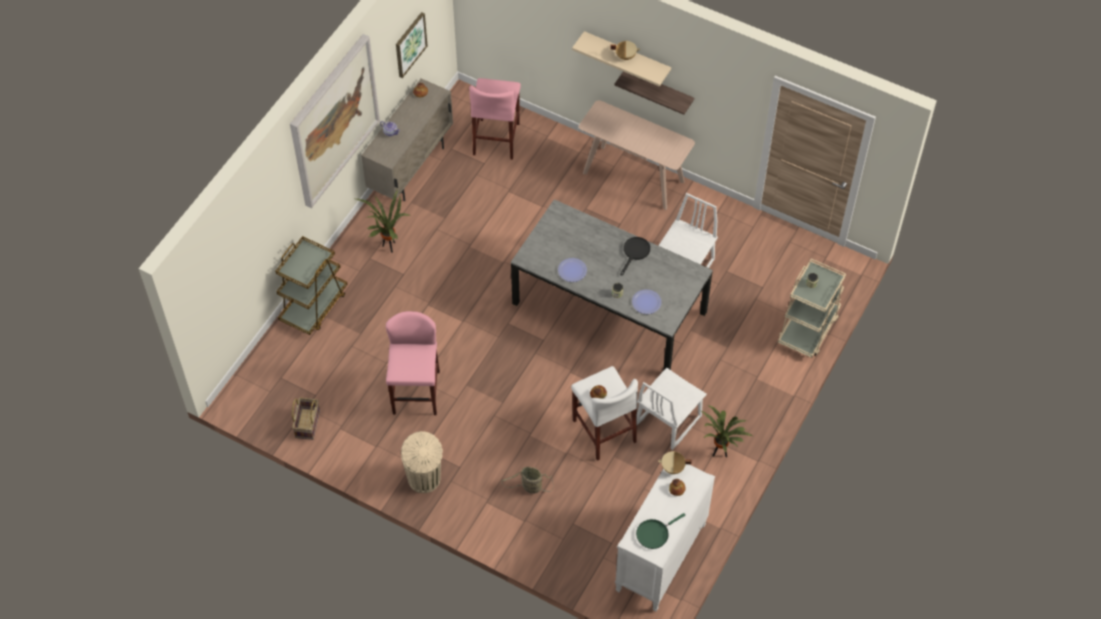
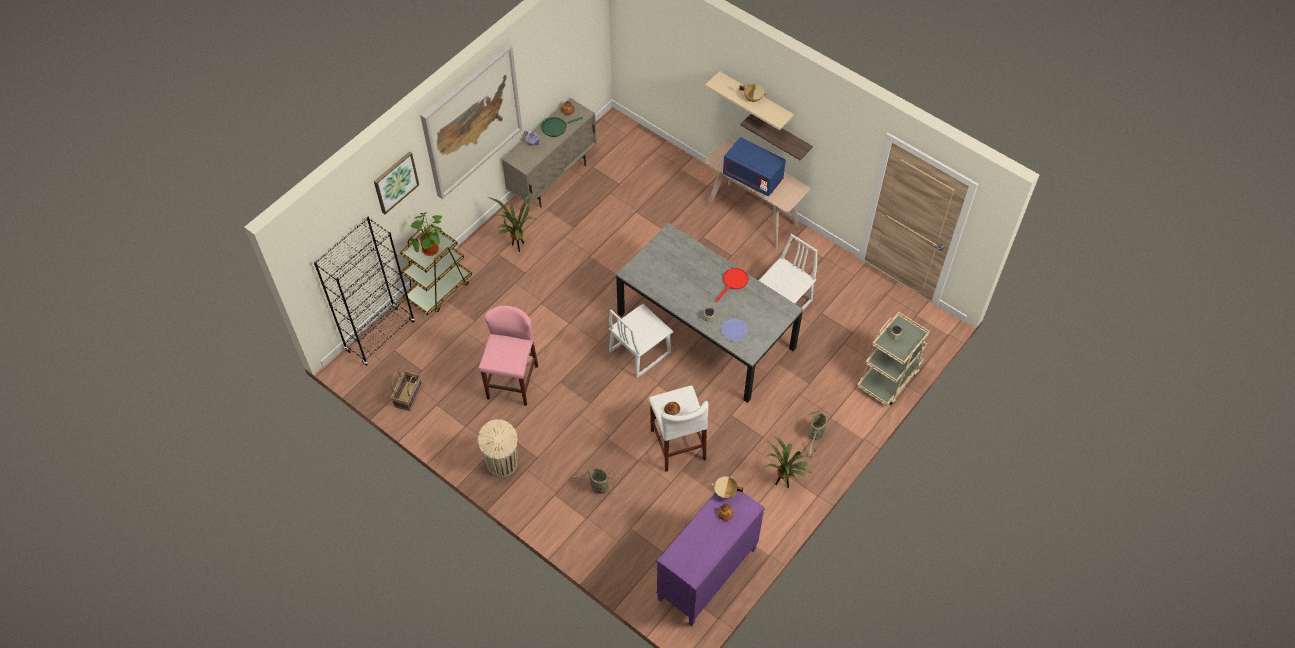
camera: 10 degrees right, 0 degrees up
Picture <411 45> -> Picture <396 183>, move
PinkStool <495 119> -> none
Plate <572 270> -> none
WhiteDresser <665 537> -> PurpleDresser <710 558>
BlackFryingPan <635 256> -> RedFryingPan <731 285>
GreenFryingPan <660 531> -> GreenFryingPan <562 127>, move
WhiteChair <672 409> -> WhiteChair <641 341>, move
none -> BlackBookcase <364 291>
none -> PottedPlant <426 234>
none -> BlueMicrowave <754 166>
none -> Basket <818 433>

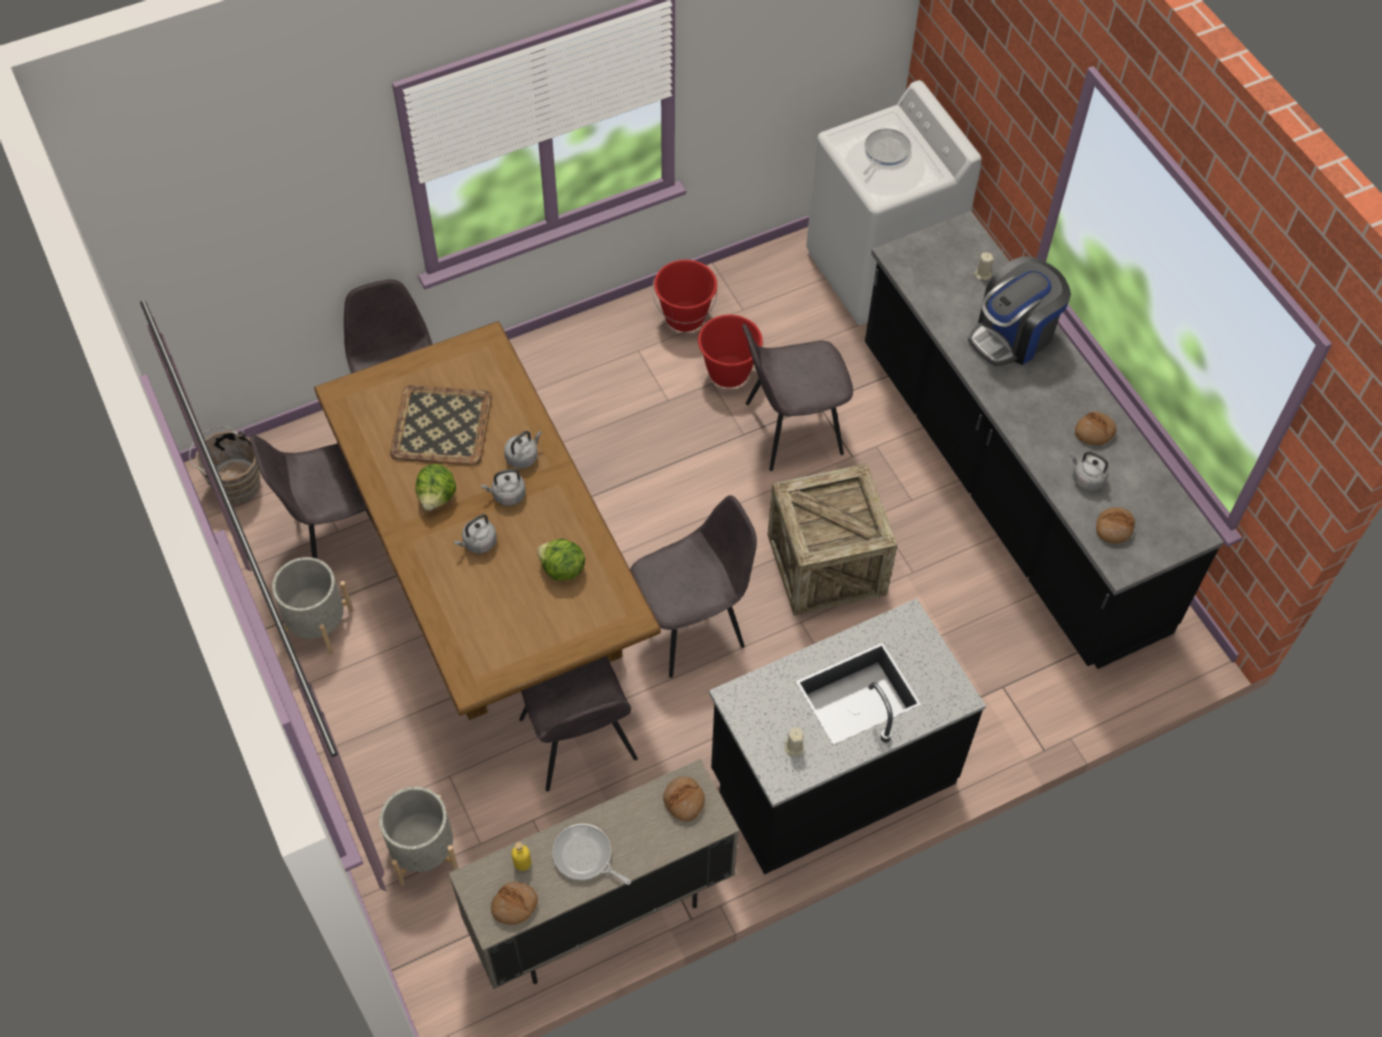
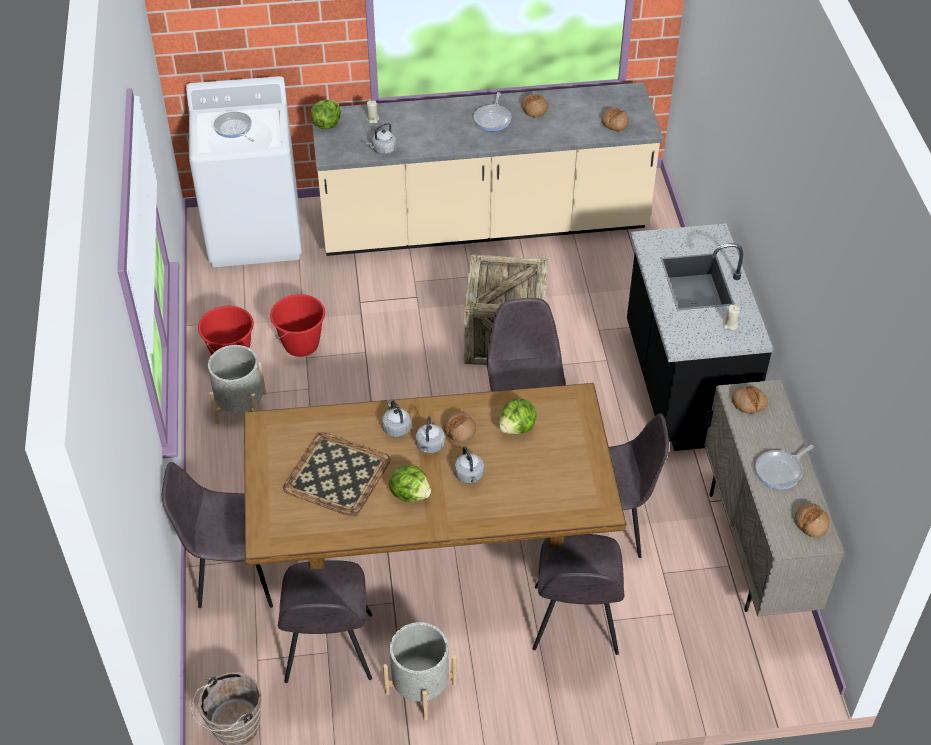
camera: 70 degrees left, 10 degrees down
GreyPlanter <418 836> -> GreyPlanter <237 384>, move
YellowBottle <521 856> -> none
GreyChair <797 397> -> GreyChair <579 594>, move
BlackCounter <1044 440> -> BeigeCounter <487 169>
CoffeeMachine <1019 311> -> none
GreyKettle <1089 471> -> GreyKettle <381 139>, move
none -> Lettuce <326 115>
none -> Bread <459 427>
none -> FryingPan <492 111>

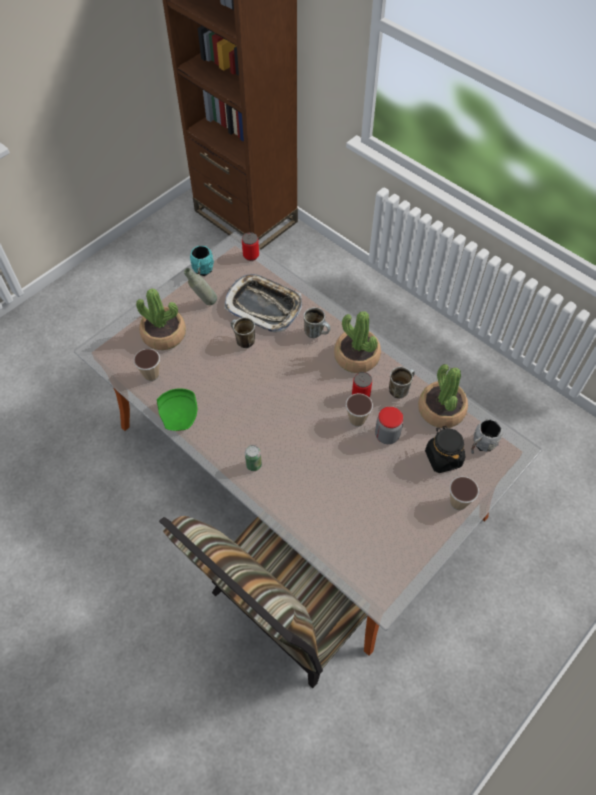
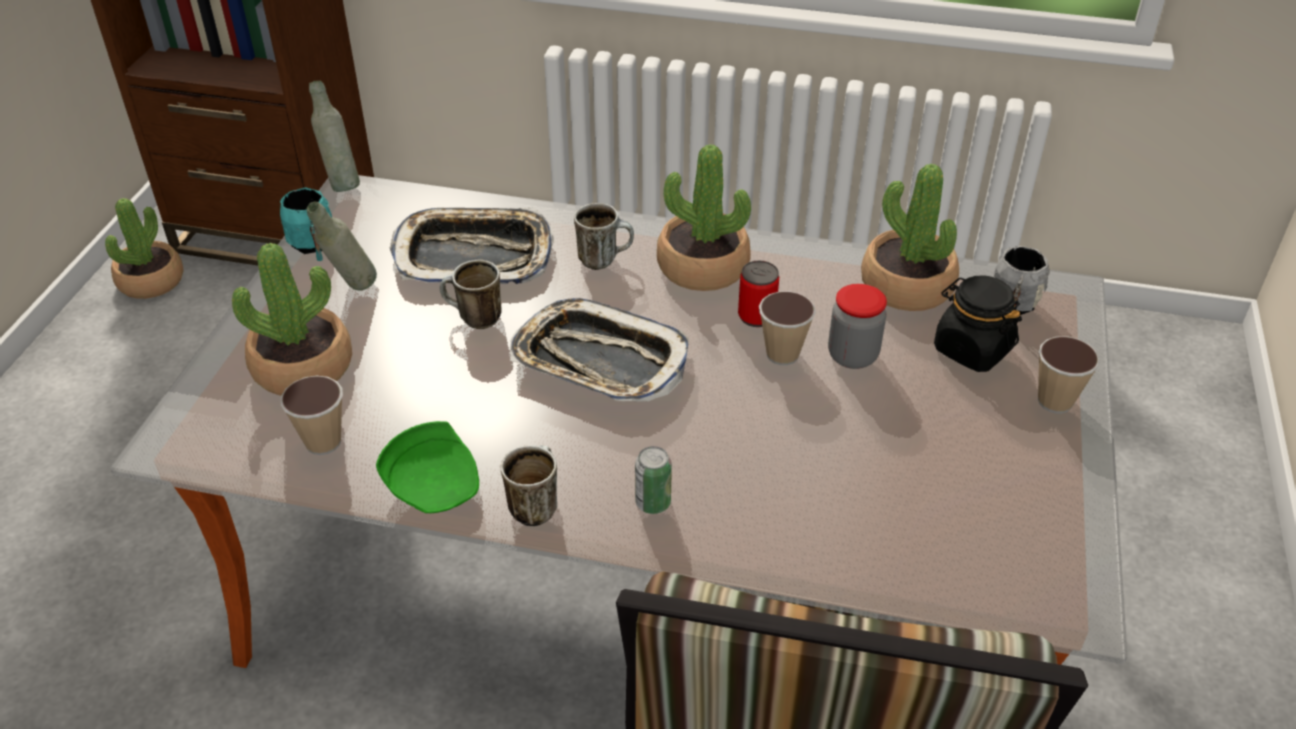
camera: 30 degrees left, 15 degrees down
Can <250 246> -> none
Mug <402 382> -> Mug <529 485>, move
none -> PottedPlant <144 248>
none -> GreyBottle <334 136>
none -> Tray <599 350>

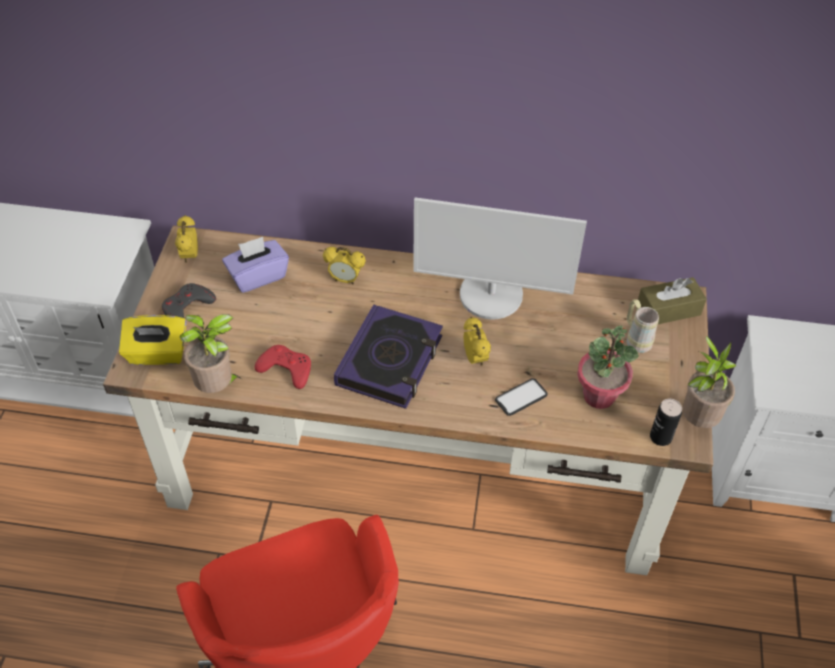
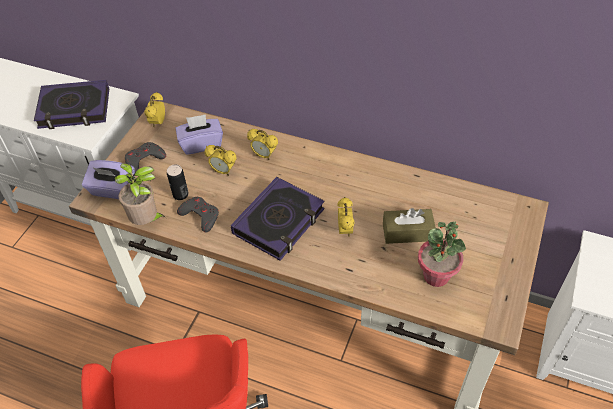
camera: 15 degrees right, 0 degrees up
YellowTissueBox <152 340> -> PurpleTissueBox <108 179>
RedGameController <283 367> -> GreyGameController <198 214>
Monitor <500 258> -> none
Phone <521 397> -> none
BeigeMug <643 326> -> none
BrownTissueBox <672 300> -> BrownTissueBox <409 226>, move
Can <666 422> -> Can <178 182>, move
PottedPlant <710 382> -> none
none -> Book <71 104>
none -> AlarmClock <221 160>

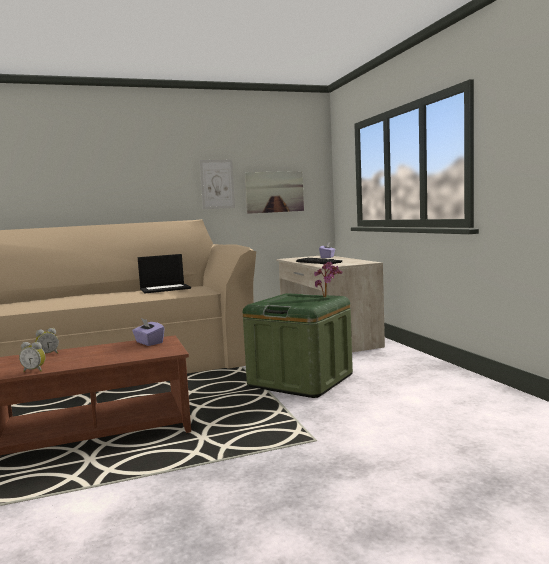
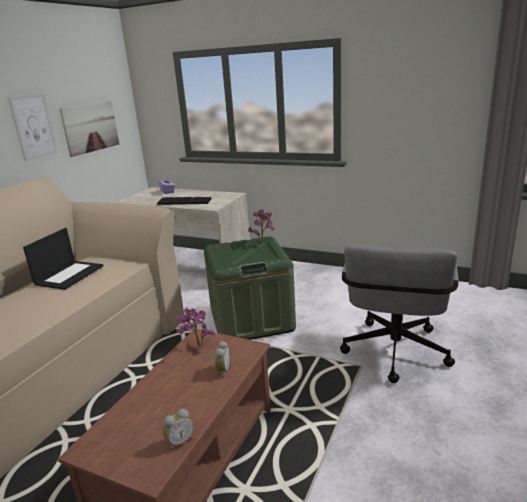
camera: 45 degrees left, 15 degrees up
AlarmClock <47 341> -> AlarmClock <222 359>, move
PurpleTissueBox <148 332> -> PottedPlant <196 327>
none -> GreyOfficeChair <399 314>

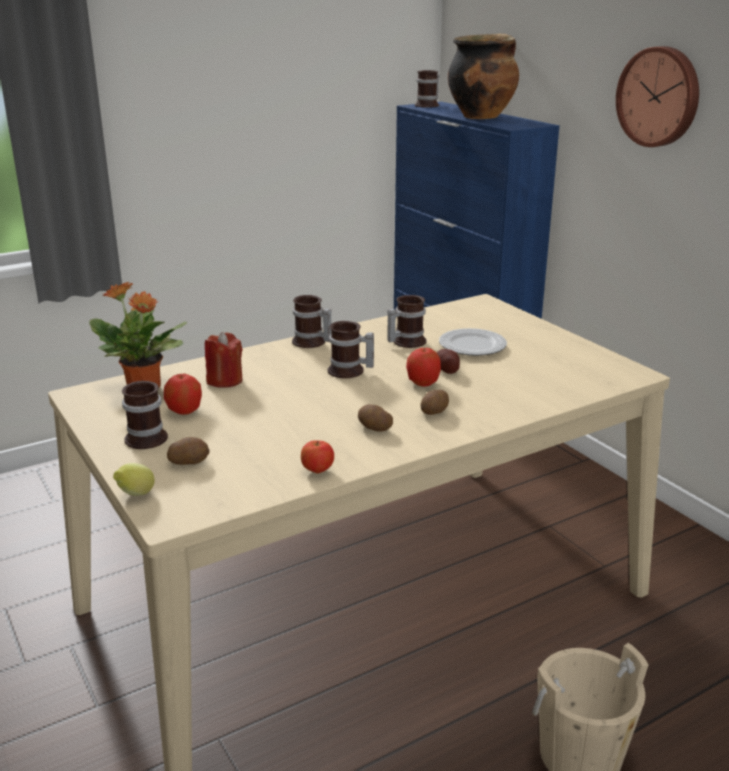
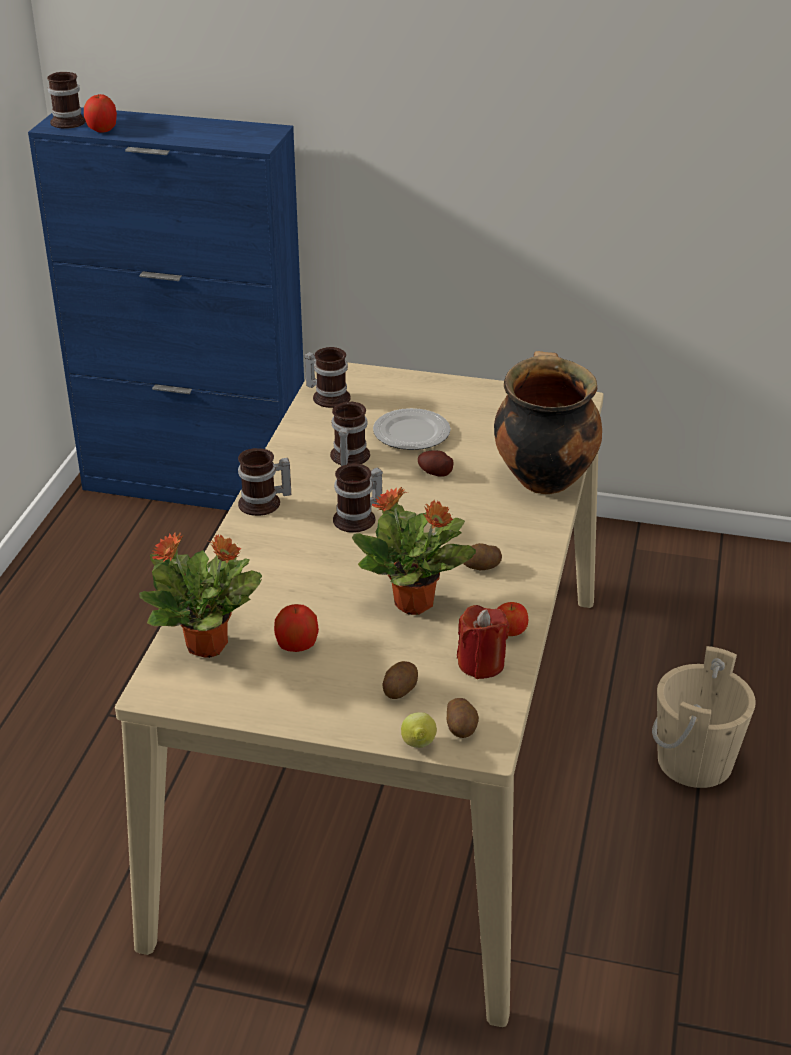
camera: 45 degrees left, 10 degrees up
Mug <145 415> -> Mug <328 377>, move
RedCandle <224 360> -> RedCandle <483 642>, move
Apple <423 367> -> Apple <100 113>, move
Potato <435 402> -> Potato <463 718>, move
CookingPot <483 76> -> CookingPot <548 423>, move
WallClock <657 96> -> none
none -> PottedPlant <414 551>

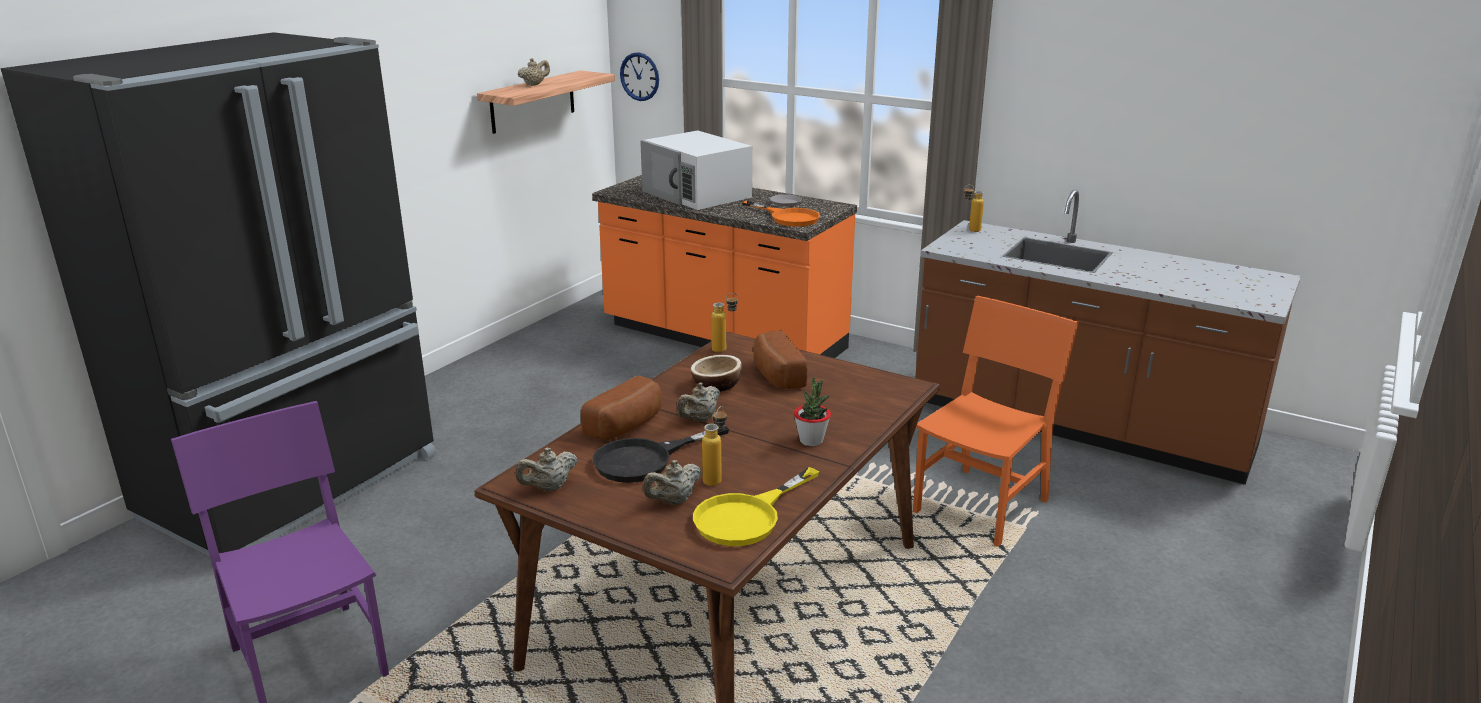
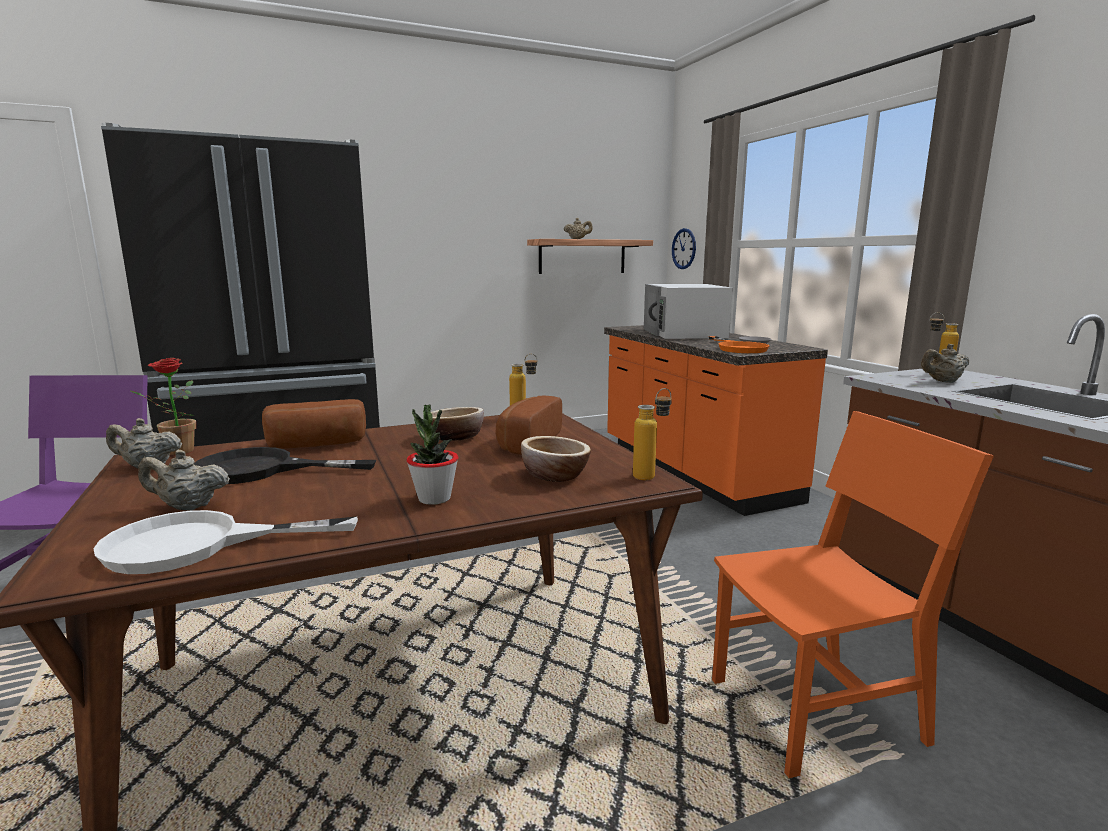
camera: 35 degrees right, 10 degrees down
BeigeTeapot <698 402> -> BeigeTeapot <945 363>, move
YellowFryingPan <756 506> -> WhiteFryingPan <225 542>
Bottle <714 446> -> Bottle <652 434>, move
none -> PottedPlant <162 406>
none -> Bowl <556 459>

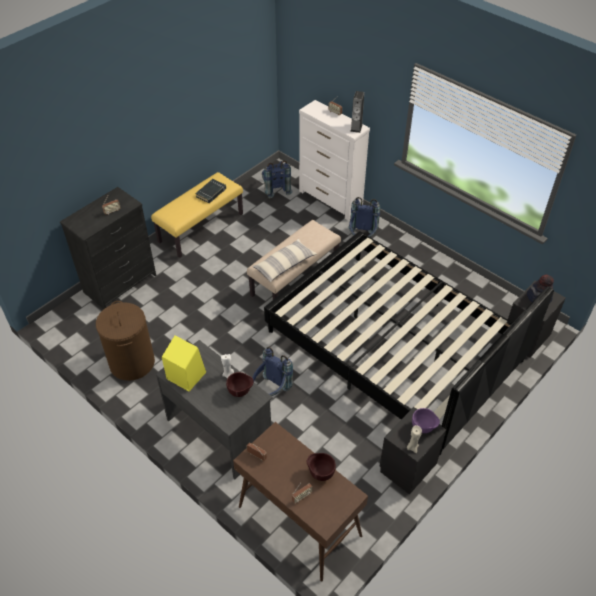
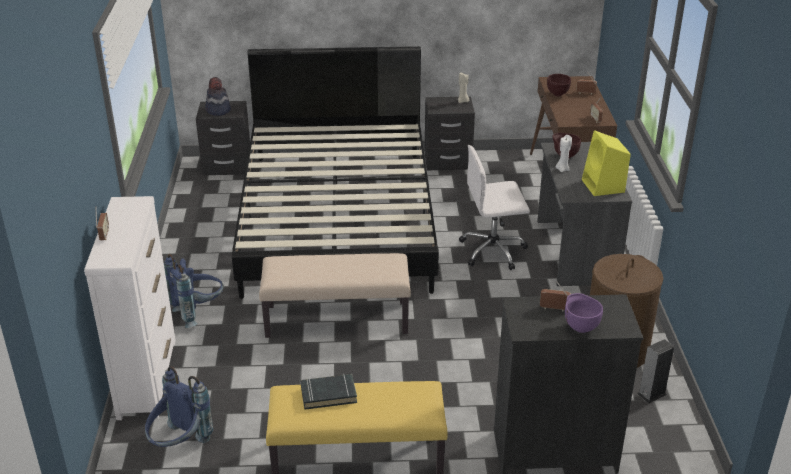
camera: 135 degrees left, 15 degrees down
BlueBackpack <272 371> -> WhiteOfficeChair <494 207>
Pillow <285 260> -> none
Speaker <357 112> -> Speaker <656 371>, move
PurpleBowl <426 420> -> PurpleBowl <584 313>, move

